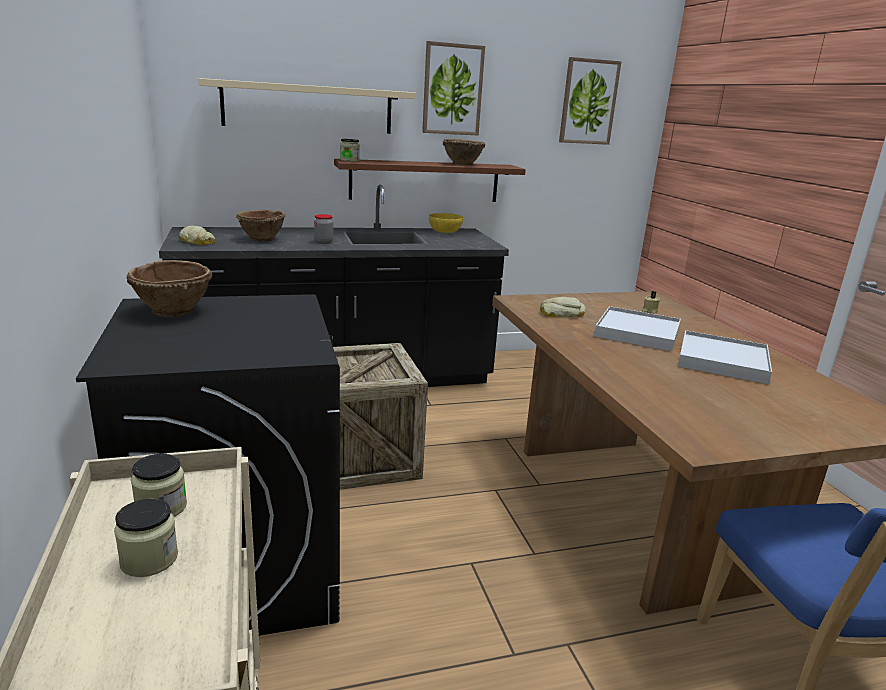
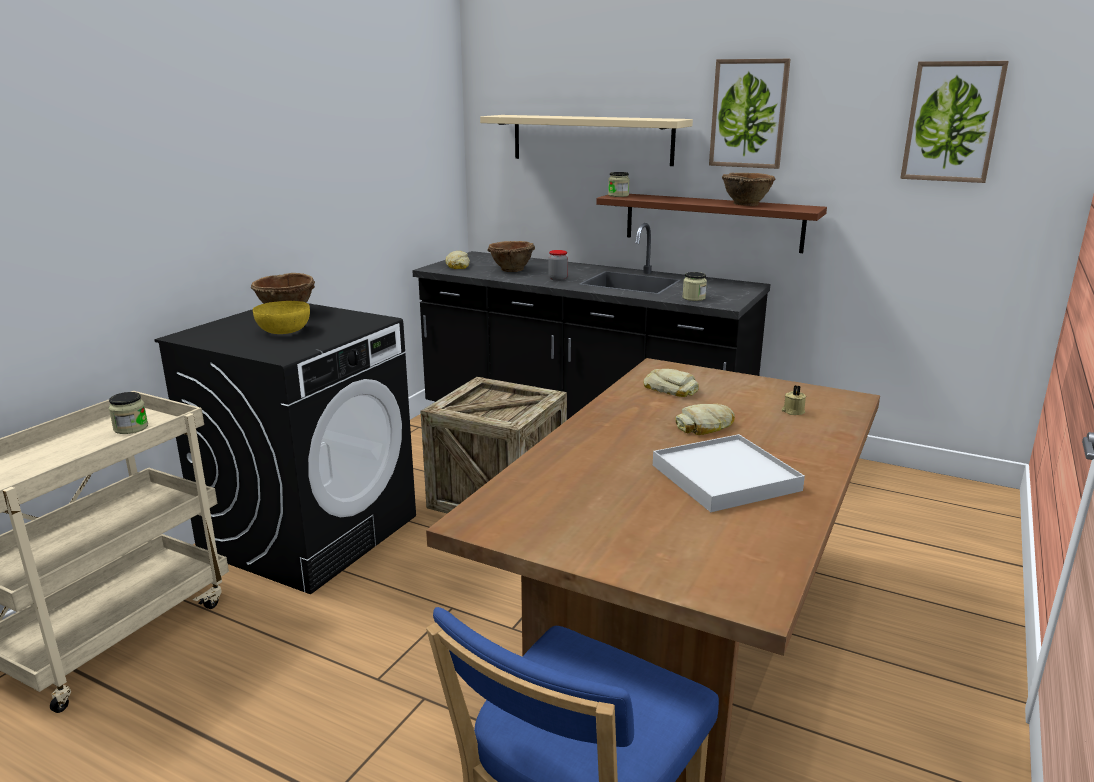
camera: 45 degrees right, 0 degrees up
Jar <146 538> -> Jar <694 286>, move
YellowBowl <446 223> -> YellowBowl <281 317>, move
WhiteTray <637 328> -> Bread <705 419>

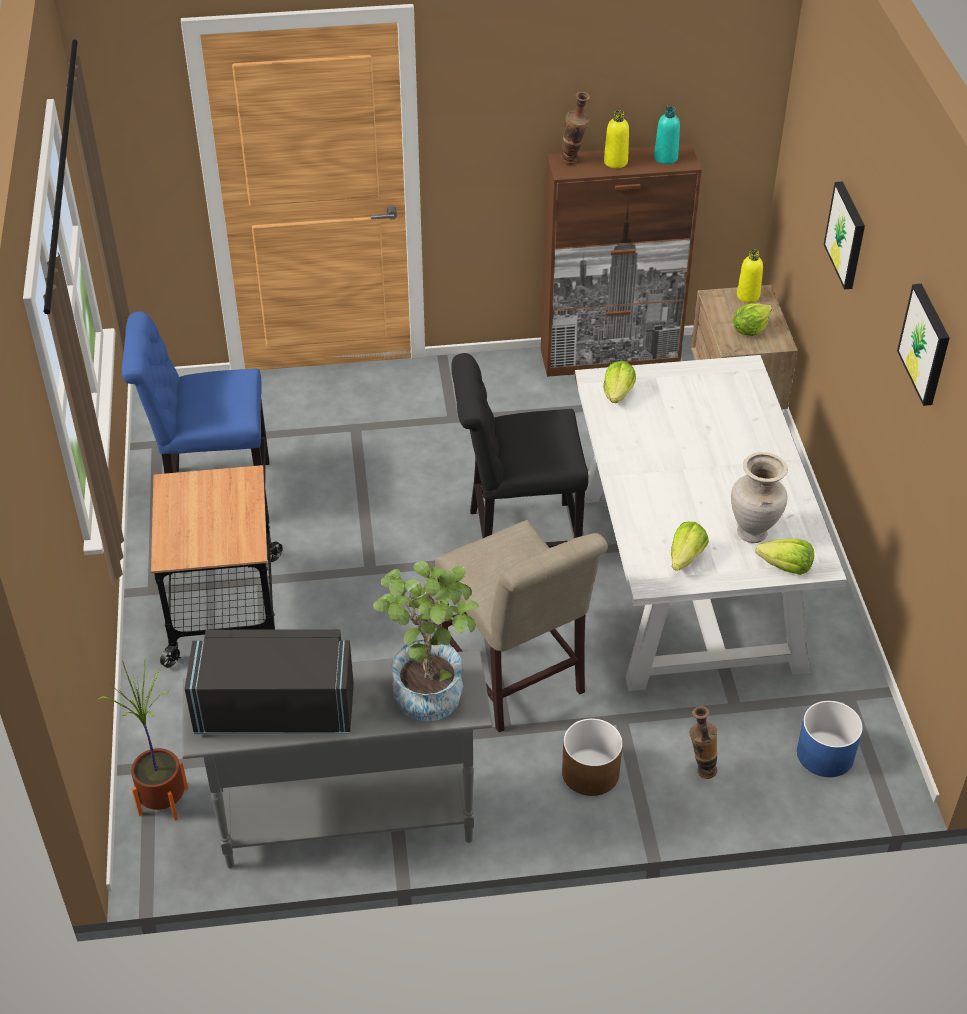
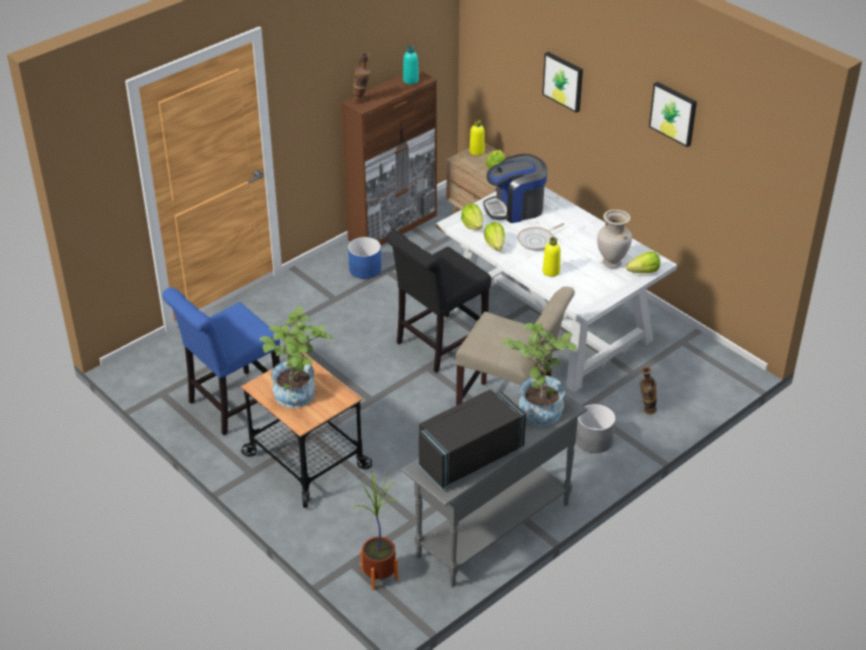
camera: 35 degrees left, 5 degrees down
BrownPlanter <592 757> -> GreyPlanter <596 428>
YellowBottle <616 139> -> YellowBottle <552 257>, move
Lettuce <690 546> -> Lettuce <494 236>, move
BluePlanter <830 739> -> BluePlanter <364 258>, move
none -> PottedPlant <296 357>
none -> CoffeeMachine <515 188>
none -> FryingPan <541 237>

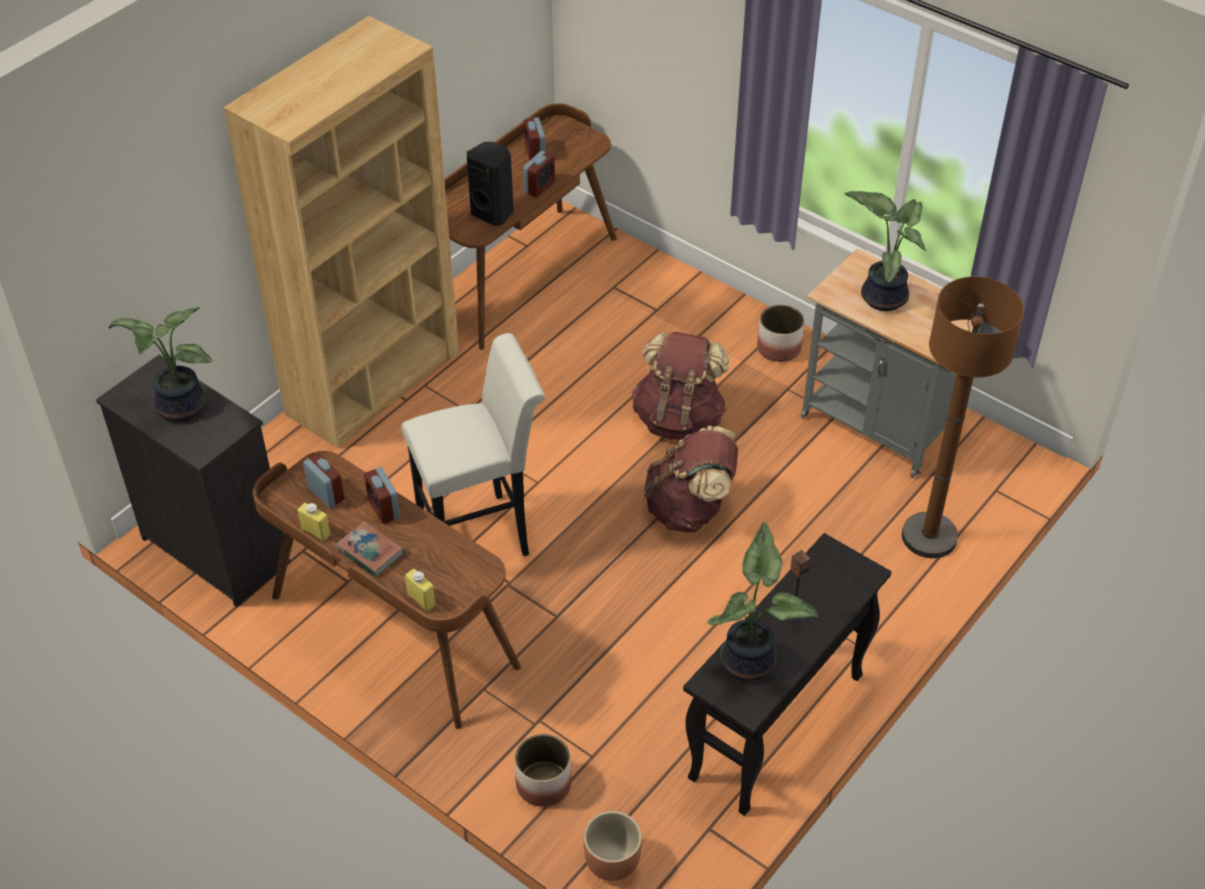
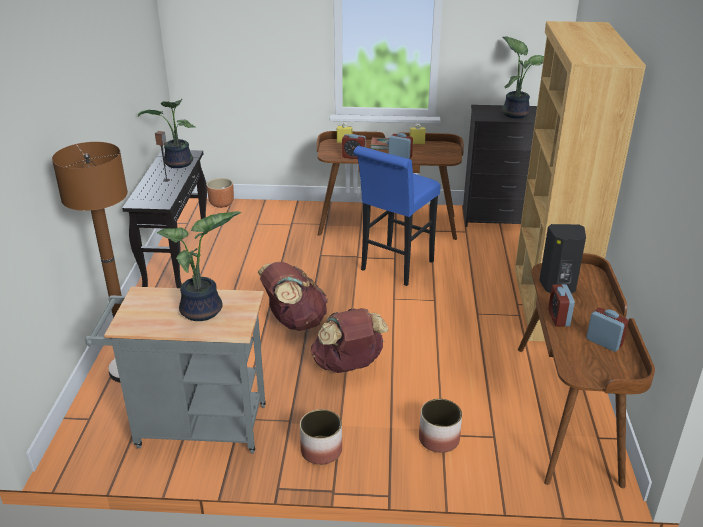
camera: 145 degrees right, 15 degrees down
AlarmClock <324 480> -> AlarmClock <354 146>, move
WhiteStool <473 444> -> BlueStool <397 216>
Planter <543 770> -> Planter <440 426>, move

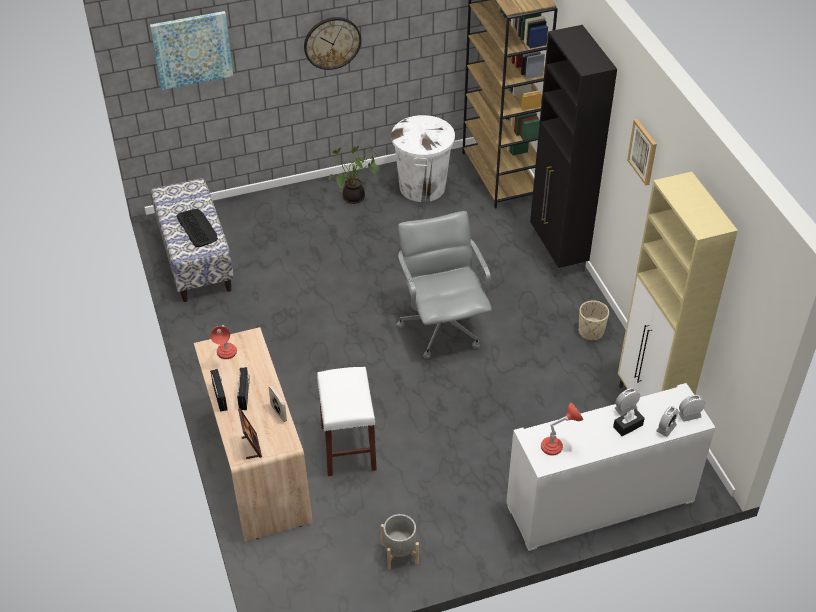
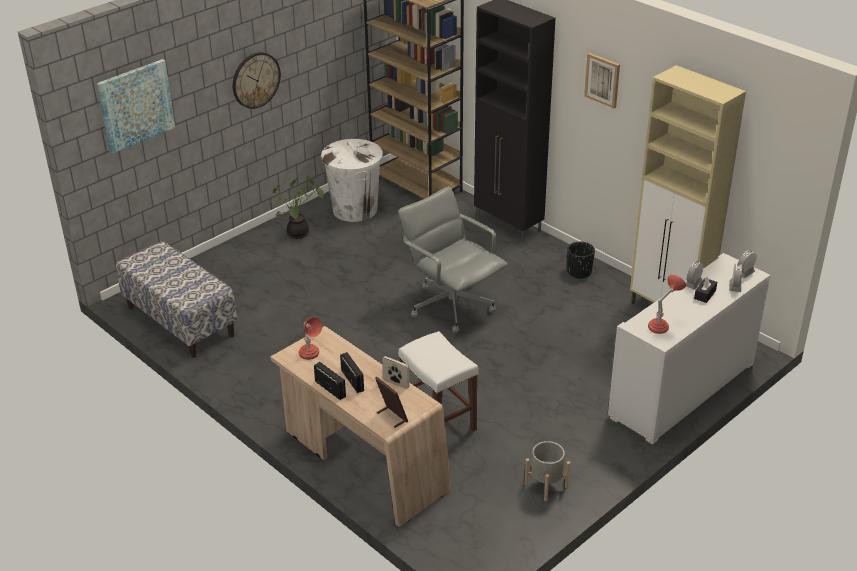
camera: 25 degrees left, 10 degrees down
Keyboard <197 228> -> none
BeigePlanter <593 320> -> BlackPlanter <581 260>

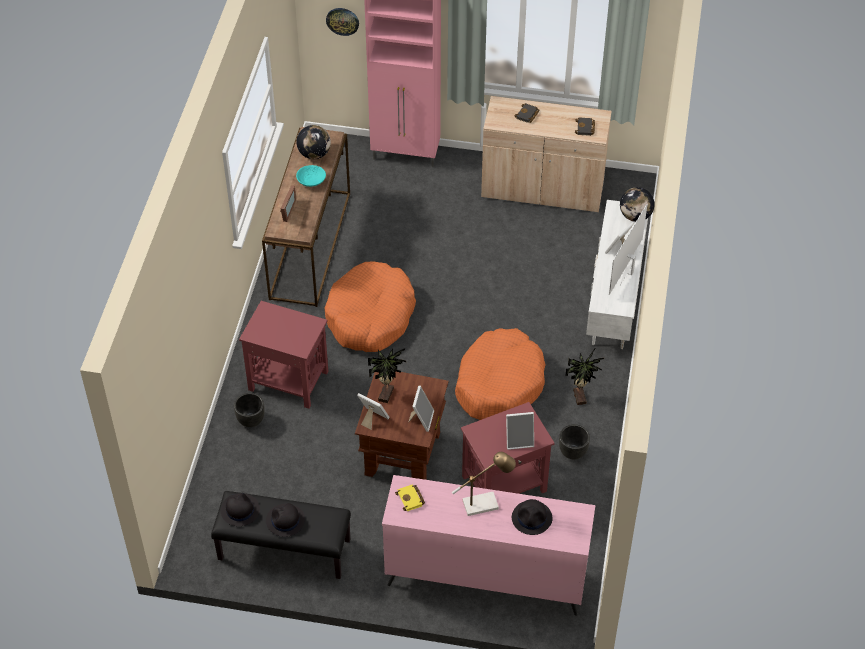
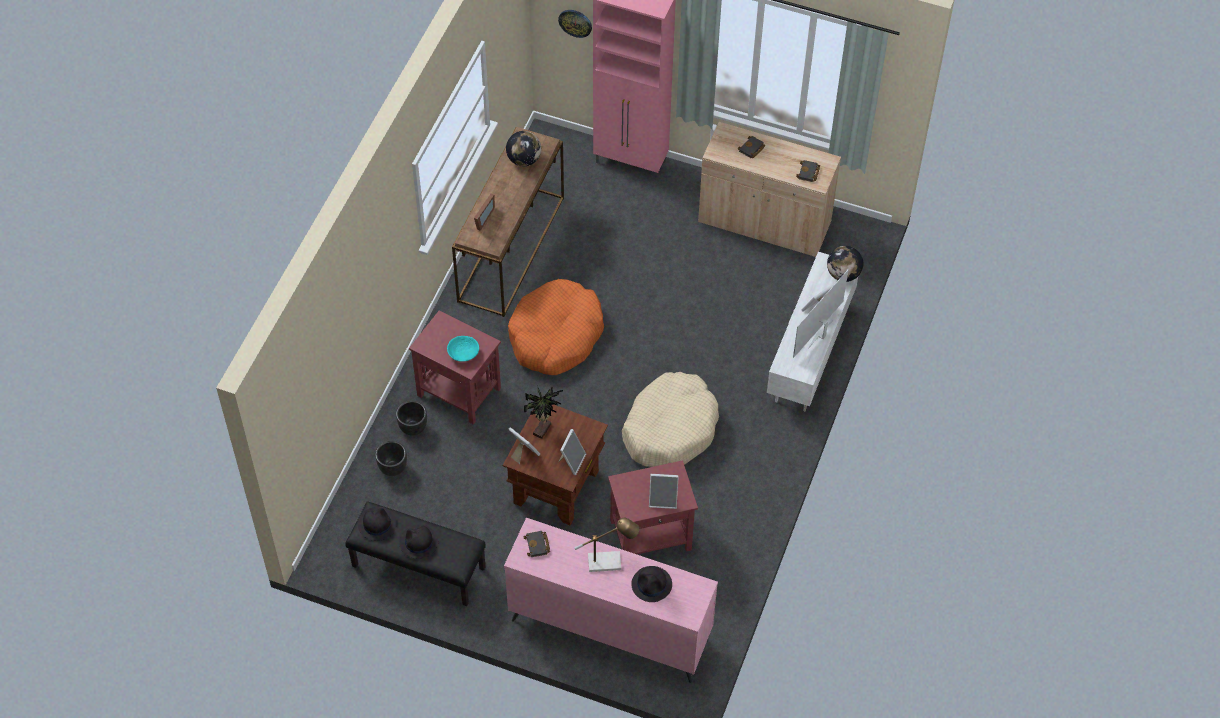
camera: 10 degrees right, 5 degrees up
TurquoiseBowl <311 176> -> TurquoiseBowl <463 349>, move
YellowBook <410 497> -> BlackBook <536 544>
OrangeDogBed <500 374> -> BeigeDogBed <670 419>
BlackPlanter <574 441> -> BlackPlanter <391 458>, move
PottedPlant <585 377> -> none

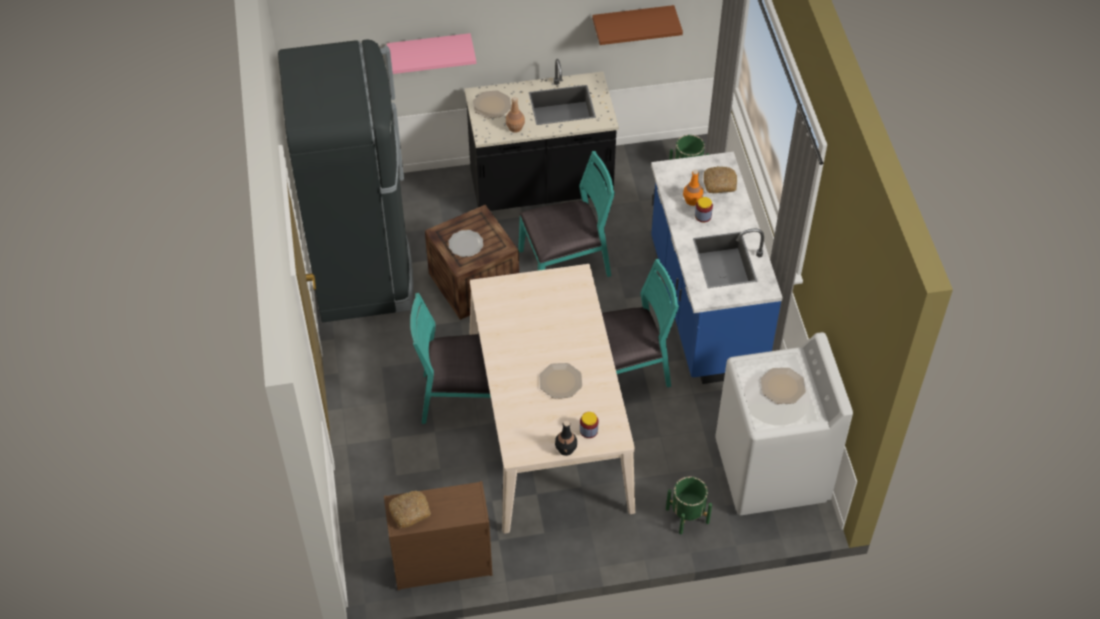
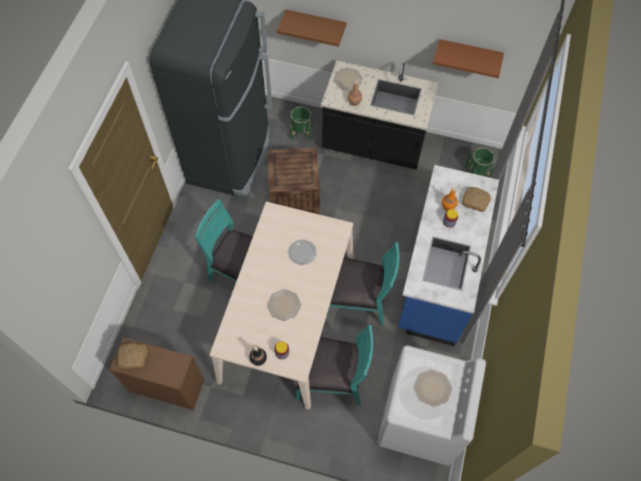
camera: 25 degrees right, 10 degrees up
PinkShelf <431 53> -> BrownShelf <311 28>
Plate <465 243> -> Plate <302 252>, move
TurquoiseChair <566 214> -> TurquoiseChair <334 365>, move
GreenPlanter <689 506> -> GreenPlanter <301 124>, move

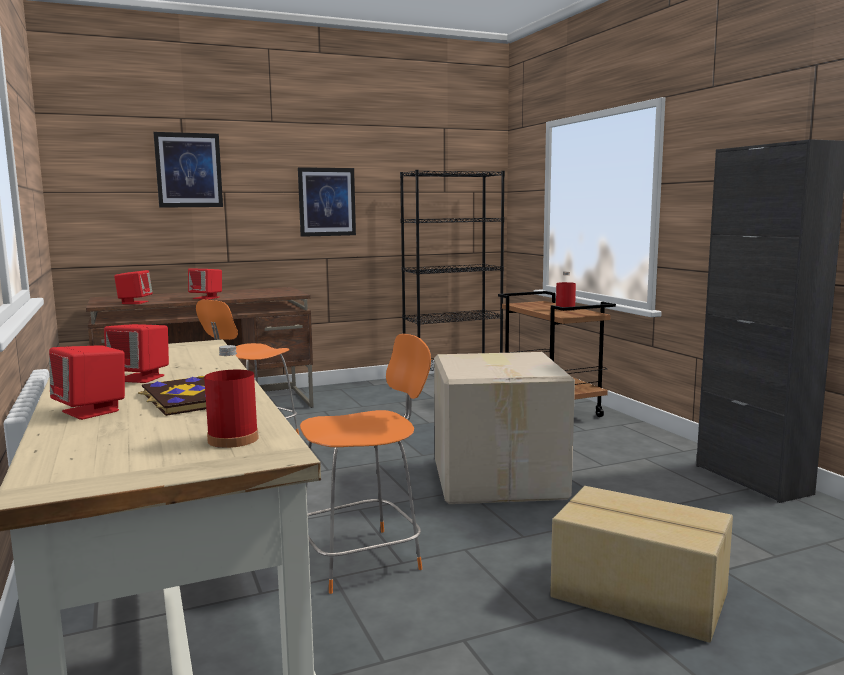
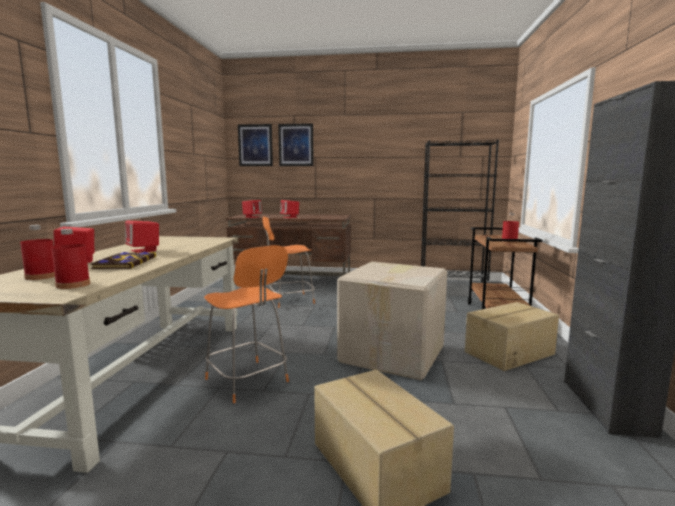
camera: 30 degrees right, 0 degrees up
Picture <327 202> -> Picture <255 145>, move
OrangeChair <365 464> -> OrangeChair <246 324>, 45 degrees clockwise
none -> RedBottle <37 252>
none -> CardboardBox <512 336>

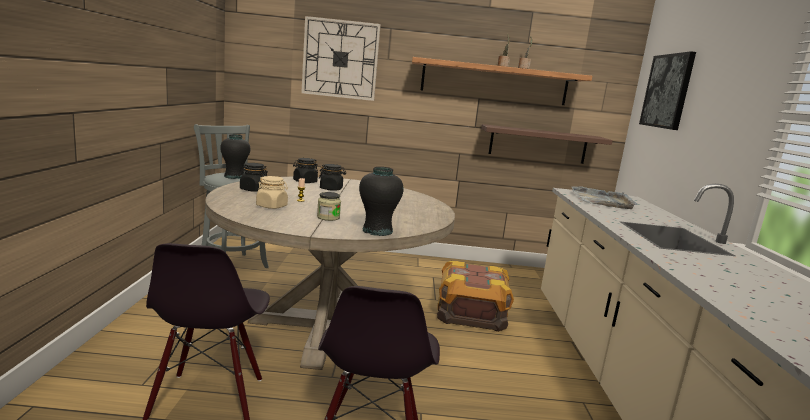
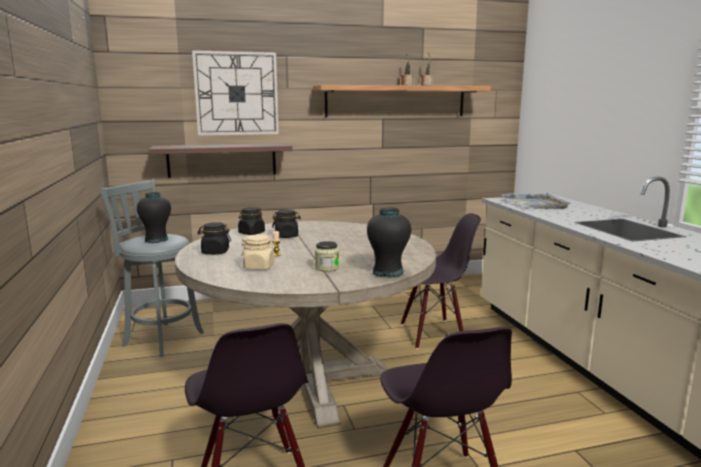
camera: 15 degrees left, 0 degrees up
Crate <475 296> -> BlackChair <441 281>
Shelf <547 144> -> Shelf <220 160>, move
Picture <667 90> -> none

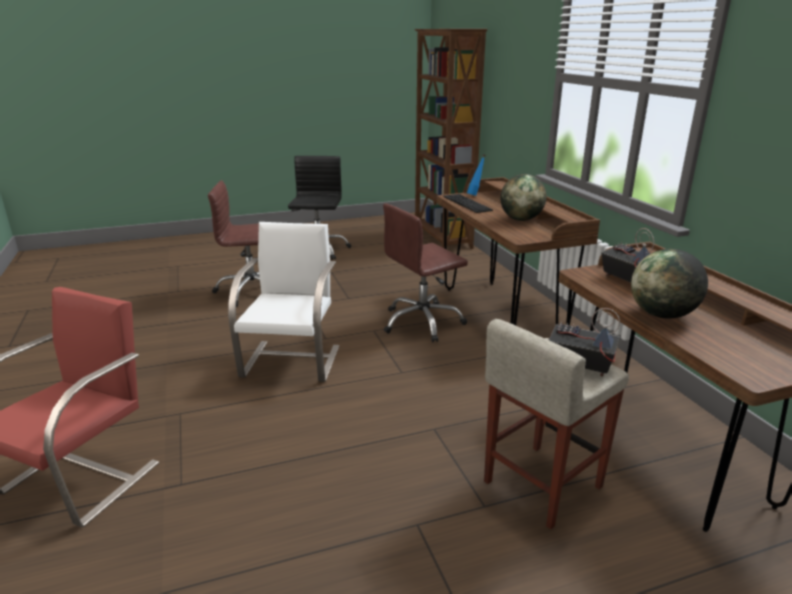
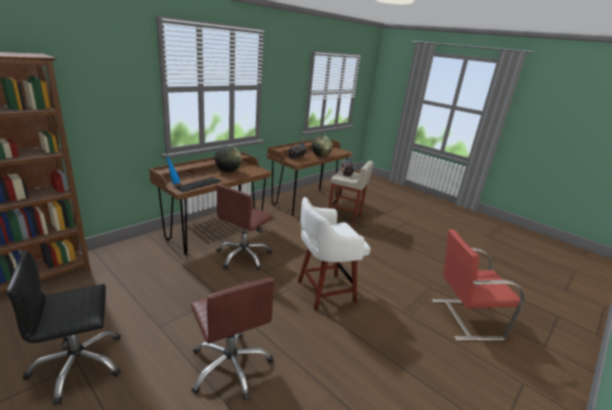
camera: 120 degrees left, 0 degrees up
WhiteChair <283 302> -> WhiteStool <334 254>
BrownOfficeChair <425 272> -> BrownOfficeChair <244 227>, 90 degrees clockwise

